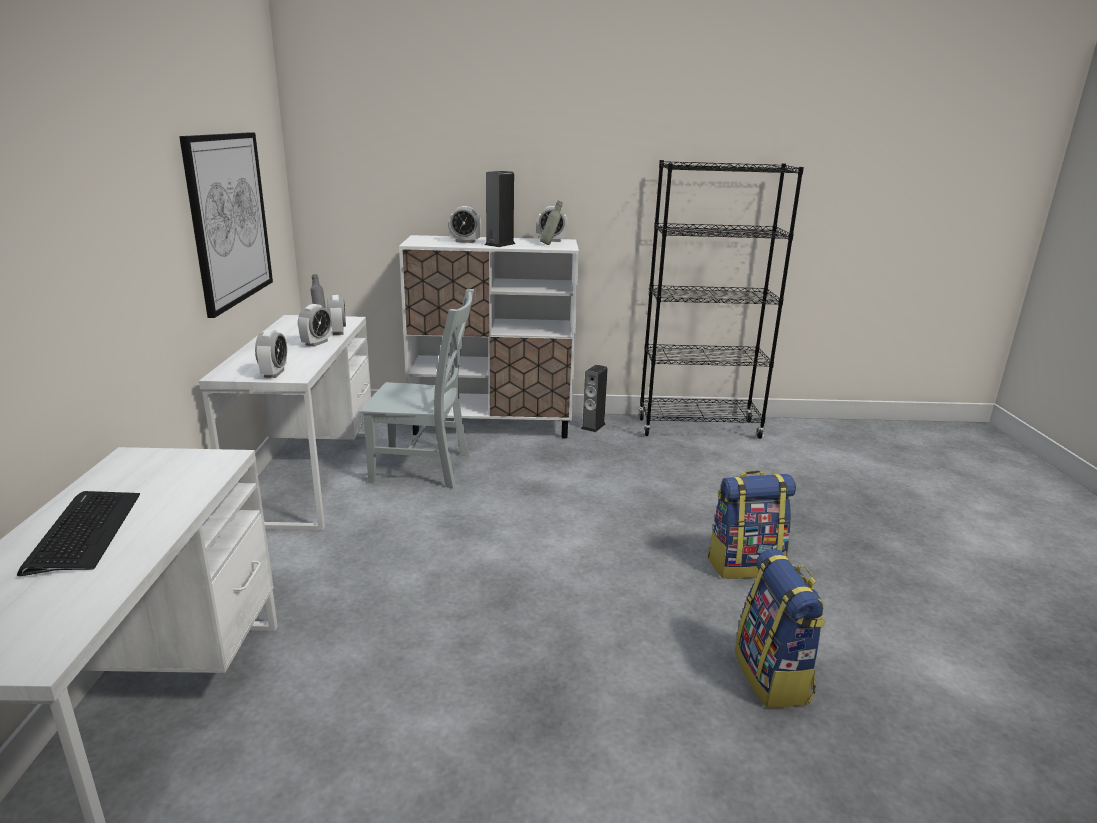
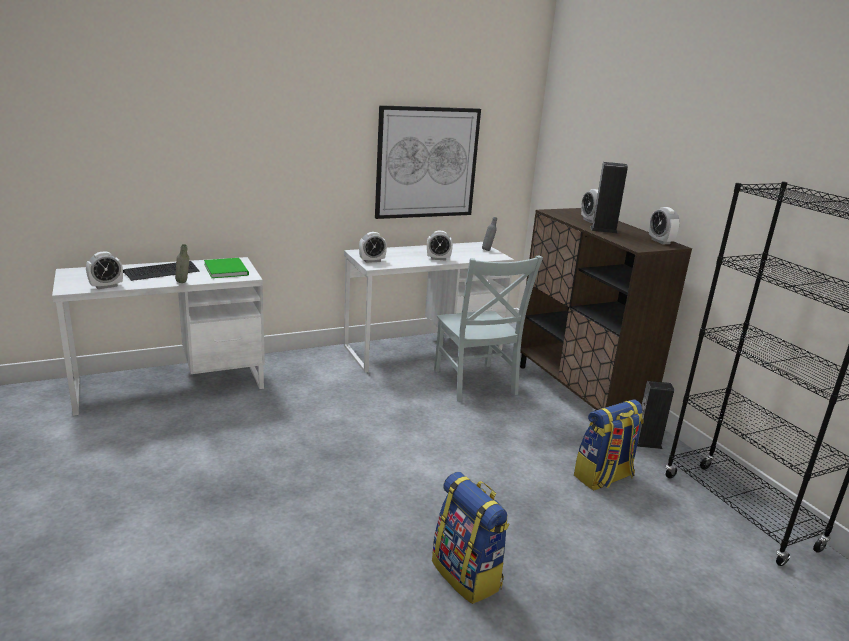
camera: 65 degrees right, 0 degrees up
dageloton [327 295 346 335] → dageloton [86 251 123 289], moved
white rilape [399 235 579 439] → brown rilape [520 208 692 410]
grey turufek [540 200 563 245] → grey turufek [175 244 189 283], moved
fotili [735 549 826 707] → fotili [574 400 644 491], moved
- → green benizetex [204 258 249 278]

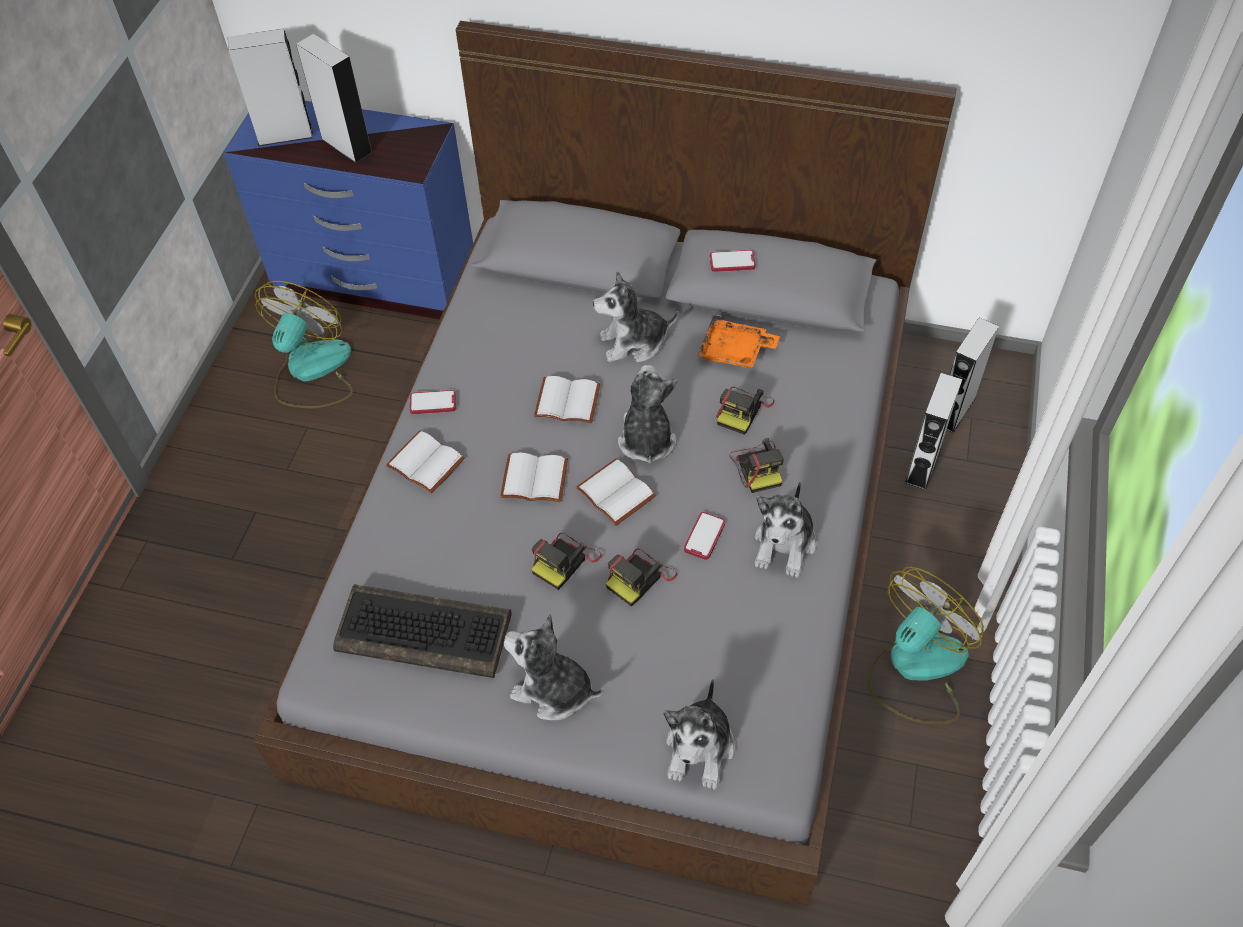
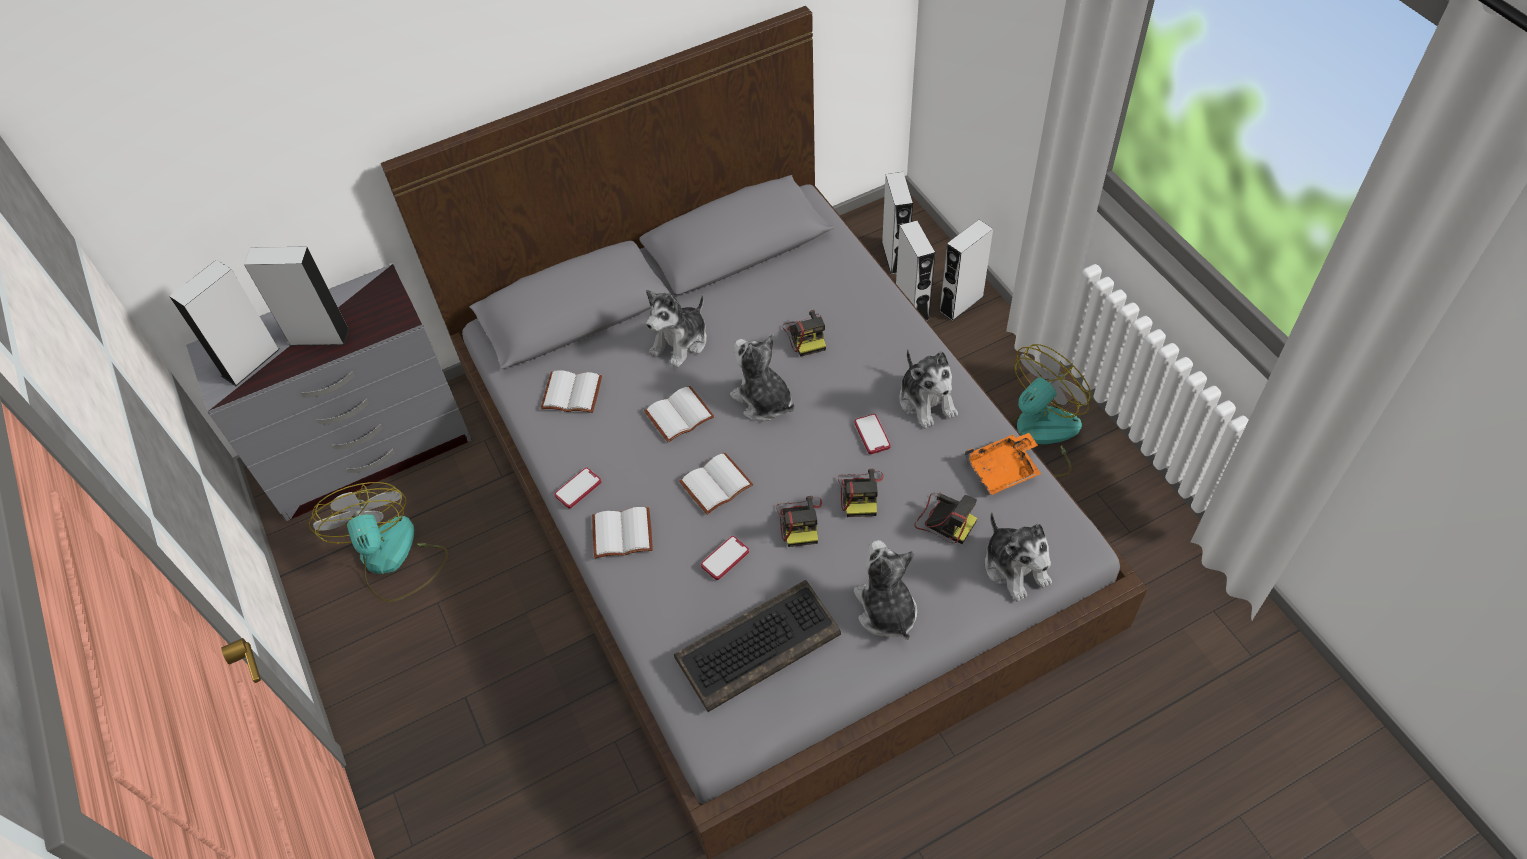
camera: 40 degrees left, 0 degrees up
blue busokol [224 101 473 319] → grey busokol [186 264 472 521]
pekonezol [504 614 604 720] → pekonezol [854 540 917 640], 90 degrees clockwise
white benizetex [576 458 656 526] → white benizetex [541 370 602 413], moved
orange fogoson [698 314 780 368] → orange fogoson [965 433 1041 495], moved
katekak [710 250 756 272] → katekak [701 536 749 580], moved
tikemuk [729 438 784 493] → tikemuk [914 492 978 544], moved
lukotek [868 567 984 724] → lukotek [1010 344 1091 477], 45 degrees clockwise
- → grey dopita [939 220 993 321]

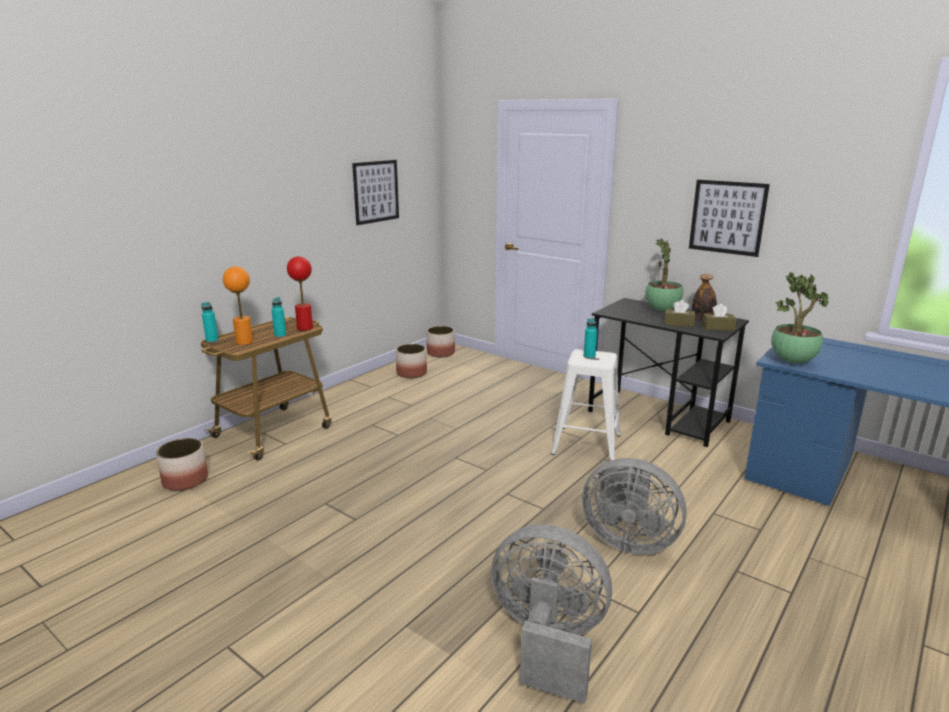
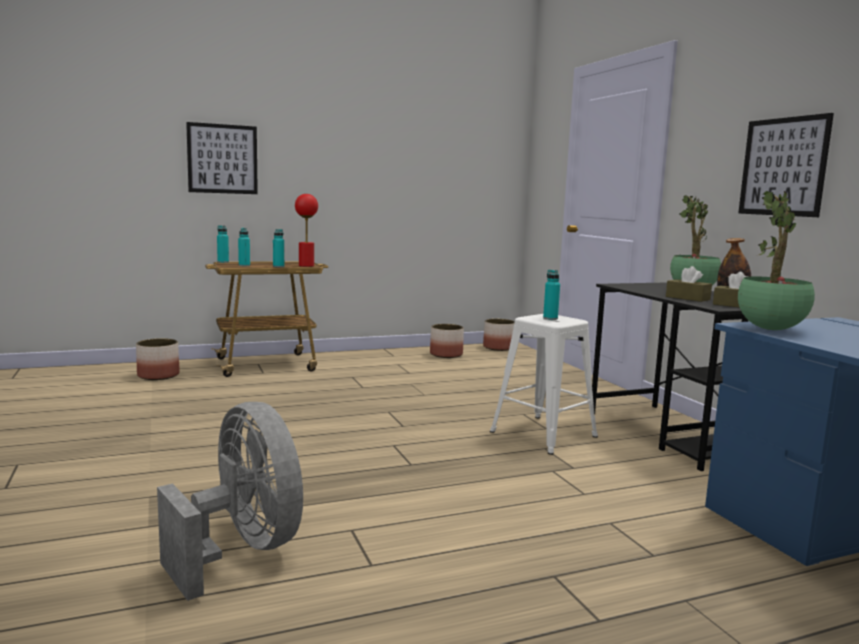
camera: 30 degrees right, 10 degrees down
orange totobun [223 266 253 345] → turquoise turufek [238 228 250 266]
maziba [352 160 399 225] → maziba [186 122 258 194], moved
grey lukotek [582 458 686 555] → -

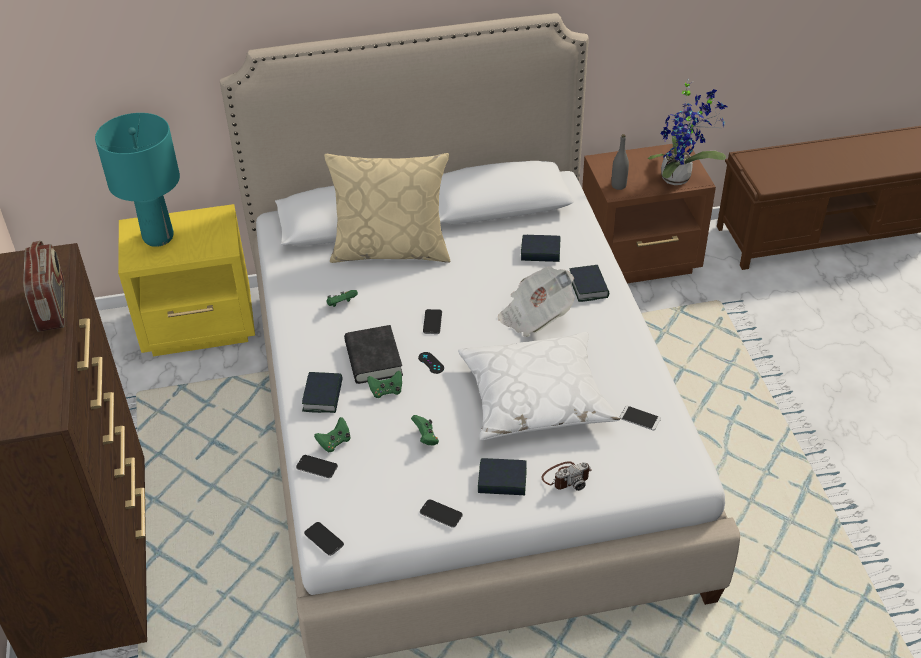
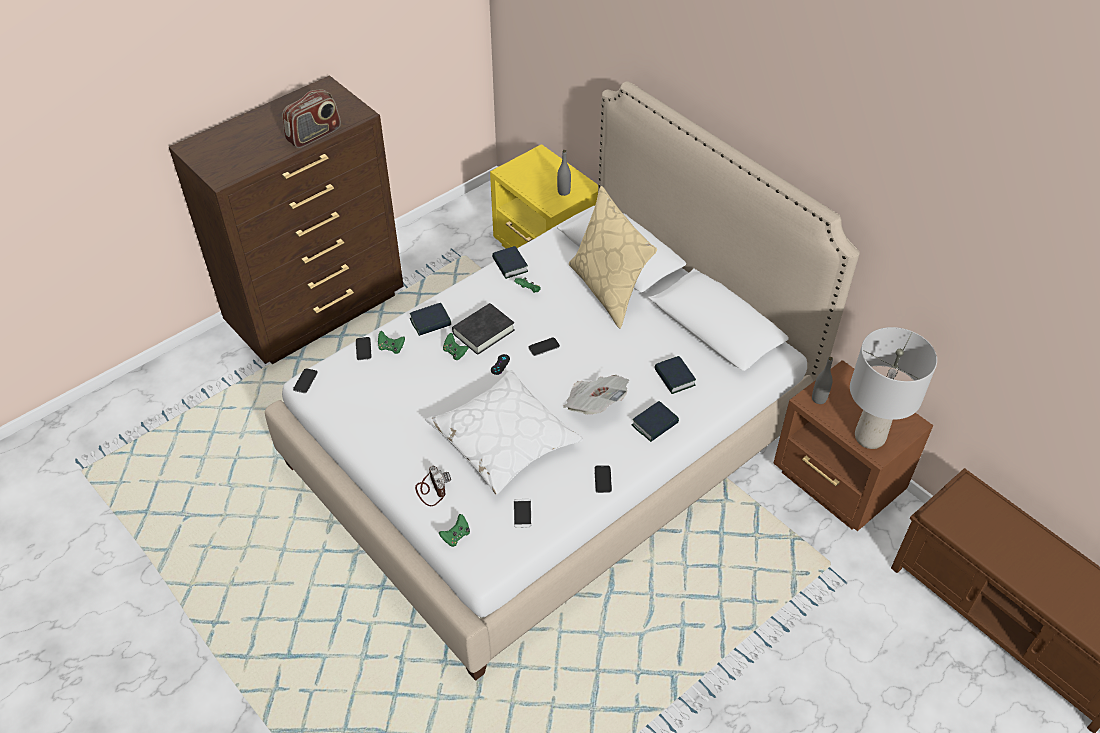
camera: 60 degrees right, 5 degrees up
turquoise totobun [95 113 180 247] → -
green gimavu [411 415 439 446] → green gimavu [439 514 470 547], moved
katekak [420 499 463 528] → katekak [594 465 612 493], moved
benizetex [478 458 527 495] → benizetex [492 246 528 279], moved
tikemuk [541 461 592 491] → tikemuk [415 466 451 506], 150 degrees counterclockwise
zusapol [648 78 727 185] → grey totobun [850 327 937 449]
- → grey turufek [557 150 571 196]

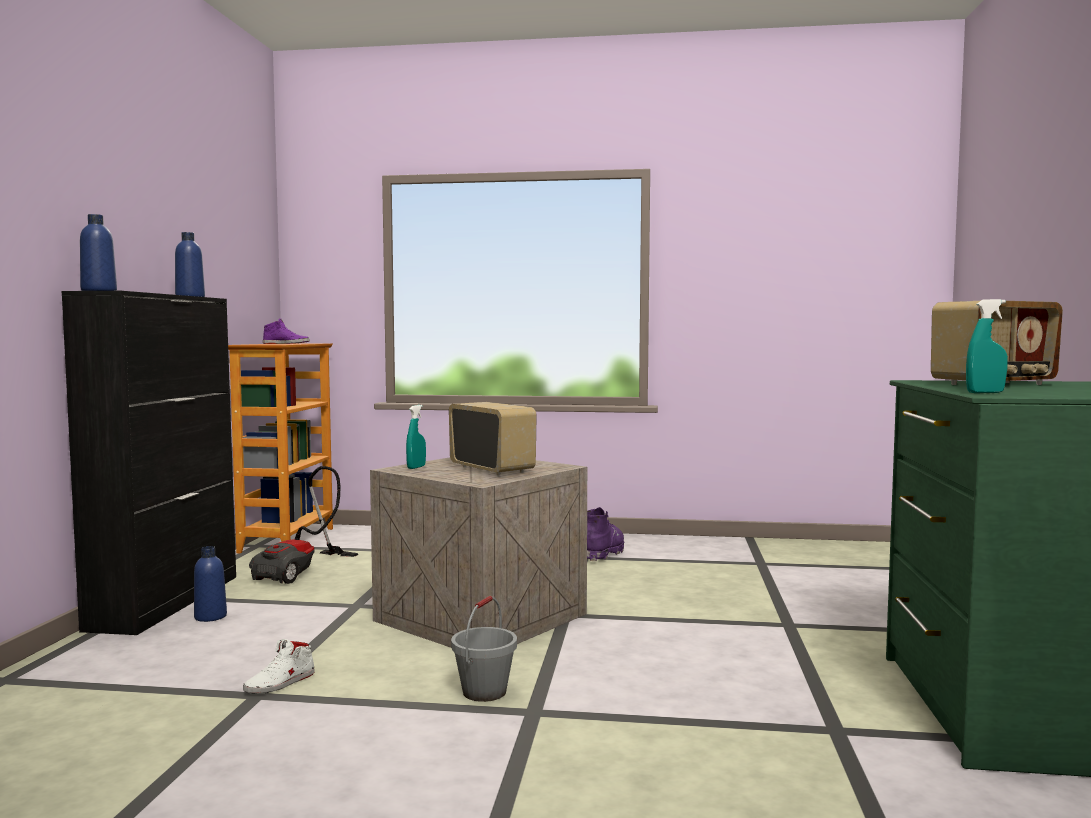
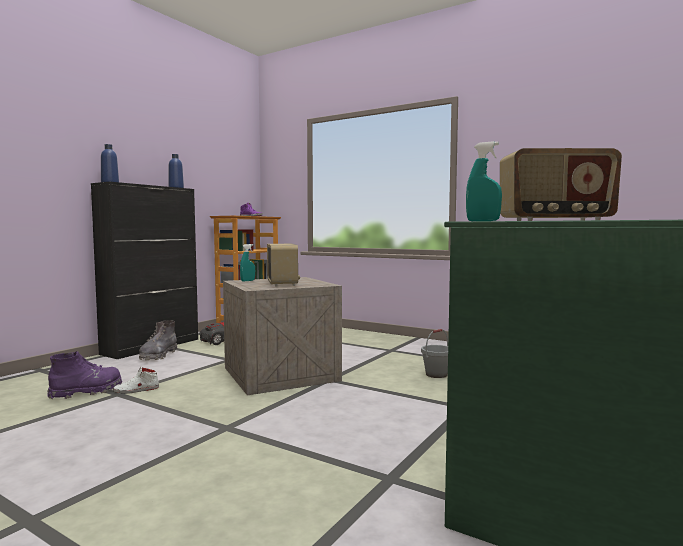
camera: 25 degrees right, 0 degrees up
blue turufek [194 546 227 622] → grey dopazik [139 320 177 361]
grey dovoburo [451 596 517 702] → grey dovoburo [421 329 448 378], moved
purple dopazik [587 507 625 561] → purple dopazik [47 351 122 399], moved

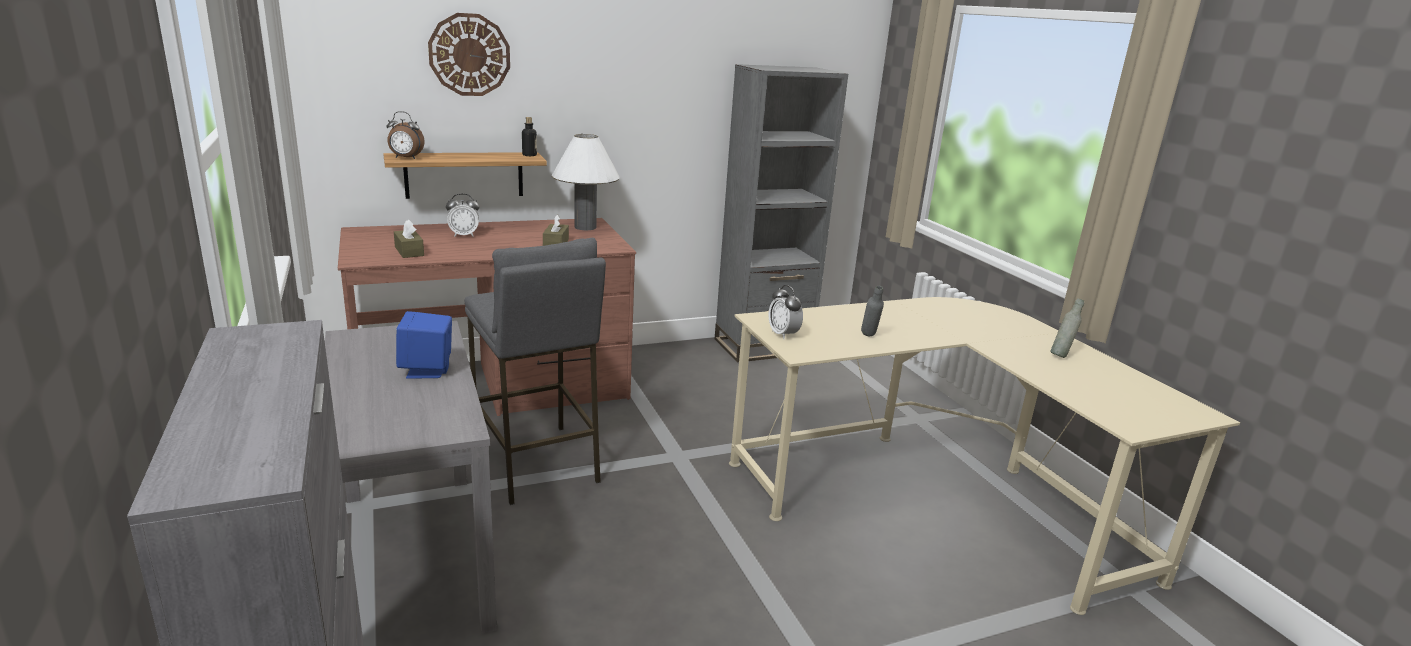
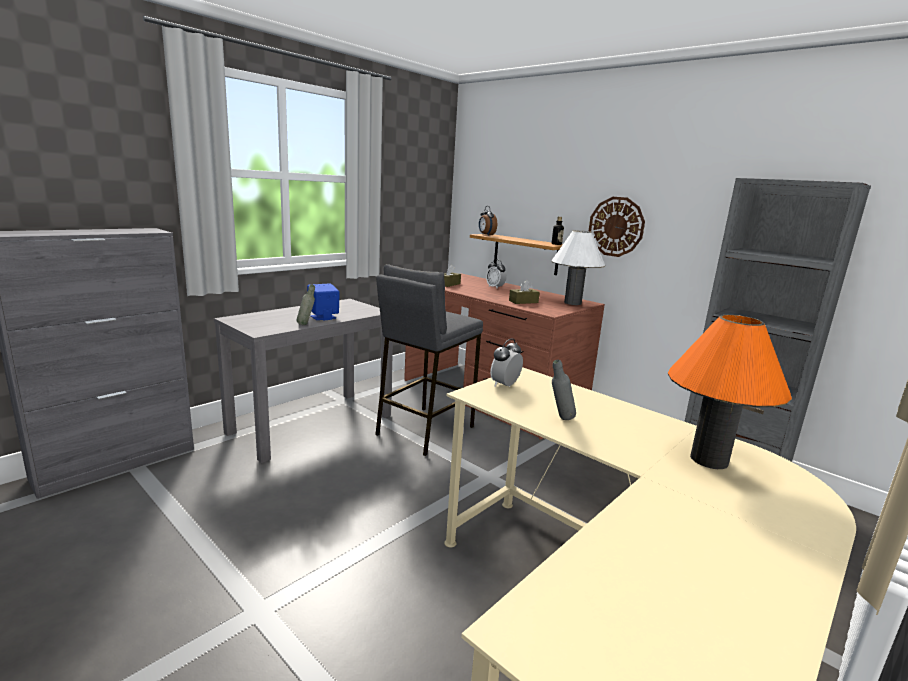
camera: 65 degrees right, 5 degrees down
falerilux [428 13 510 96] → falerilux [589 197 645 257], moved
grey turufek [1050 298 1084 358] → grey turufek [297 285 315 325], moved
- → orange totobun [668 315 792 469]

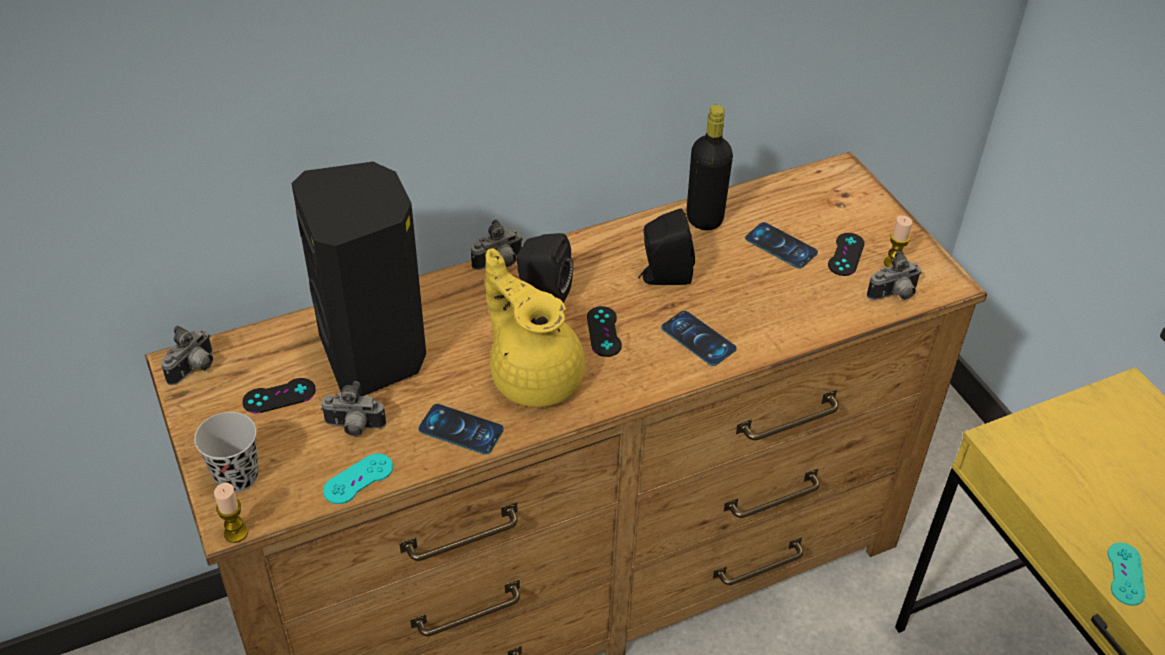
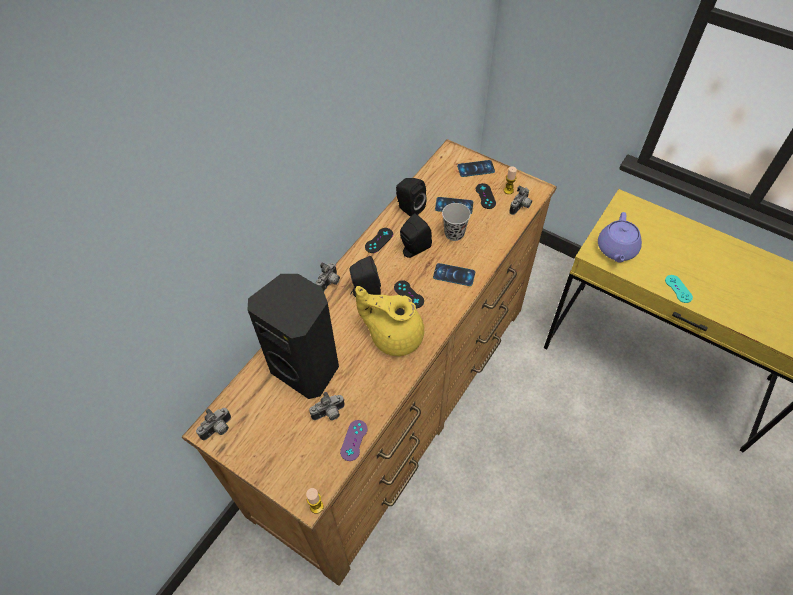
camera: 30 degrees left, 10 degrees up
tikemuk [161 326 213 385] → tikemuk [196 408 231 440], 45 degrees clockwise
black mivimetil [194 412 258 493] → black mivimetil [442 203 471 241], moved
black gimavu [242 378 316 414] → black gimavu [365 228 393 253], moved
turquoise gimavu [323 454 393 504] → purple gimavu [340 420 368 461]
katekak [418 404 504 455] → katekak [457 160 495 177], moved
black turufek [687 105 733 230] → black dopita [396 178 427 217]
- → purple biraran [598 212 642 263]

